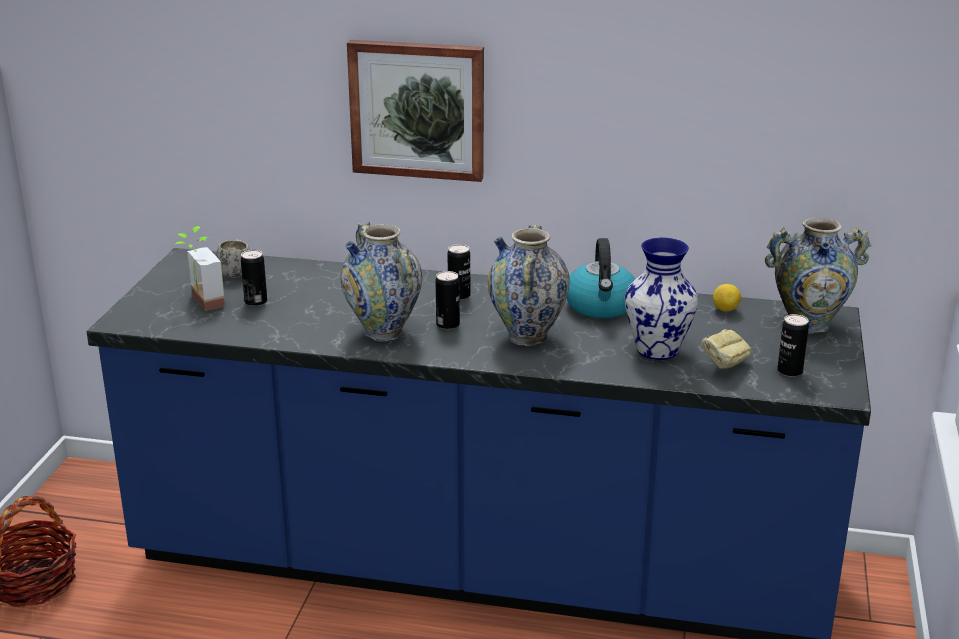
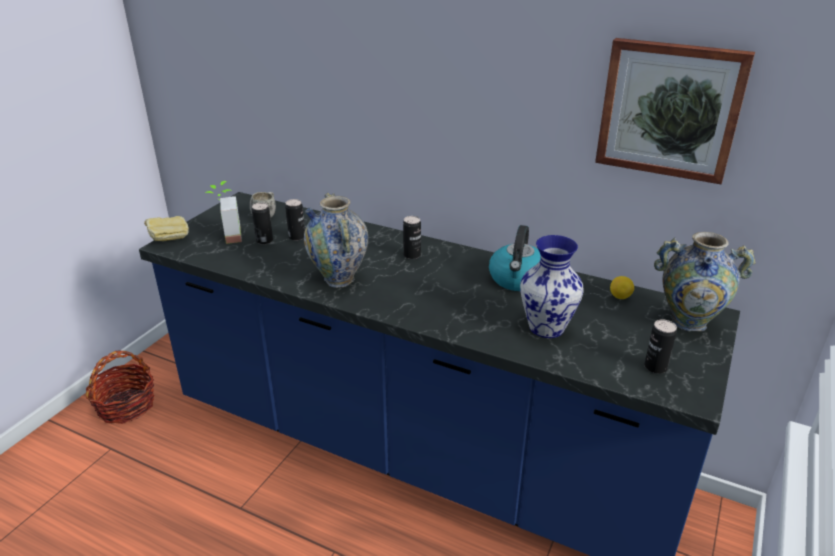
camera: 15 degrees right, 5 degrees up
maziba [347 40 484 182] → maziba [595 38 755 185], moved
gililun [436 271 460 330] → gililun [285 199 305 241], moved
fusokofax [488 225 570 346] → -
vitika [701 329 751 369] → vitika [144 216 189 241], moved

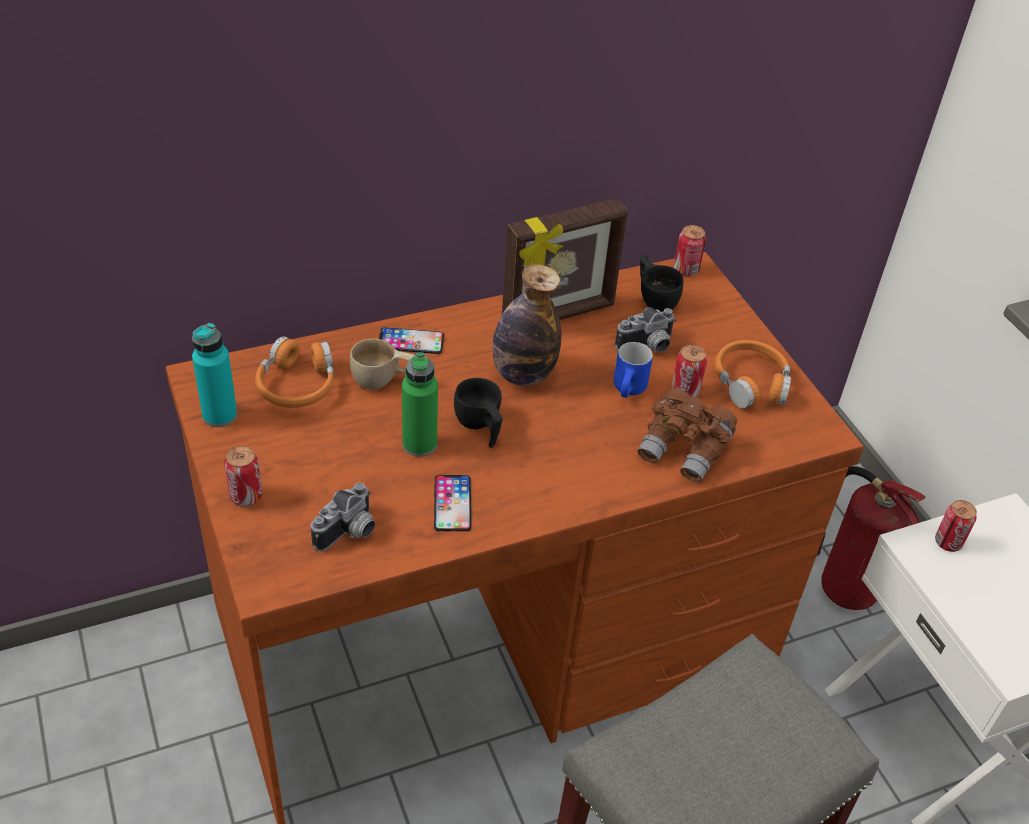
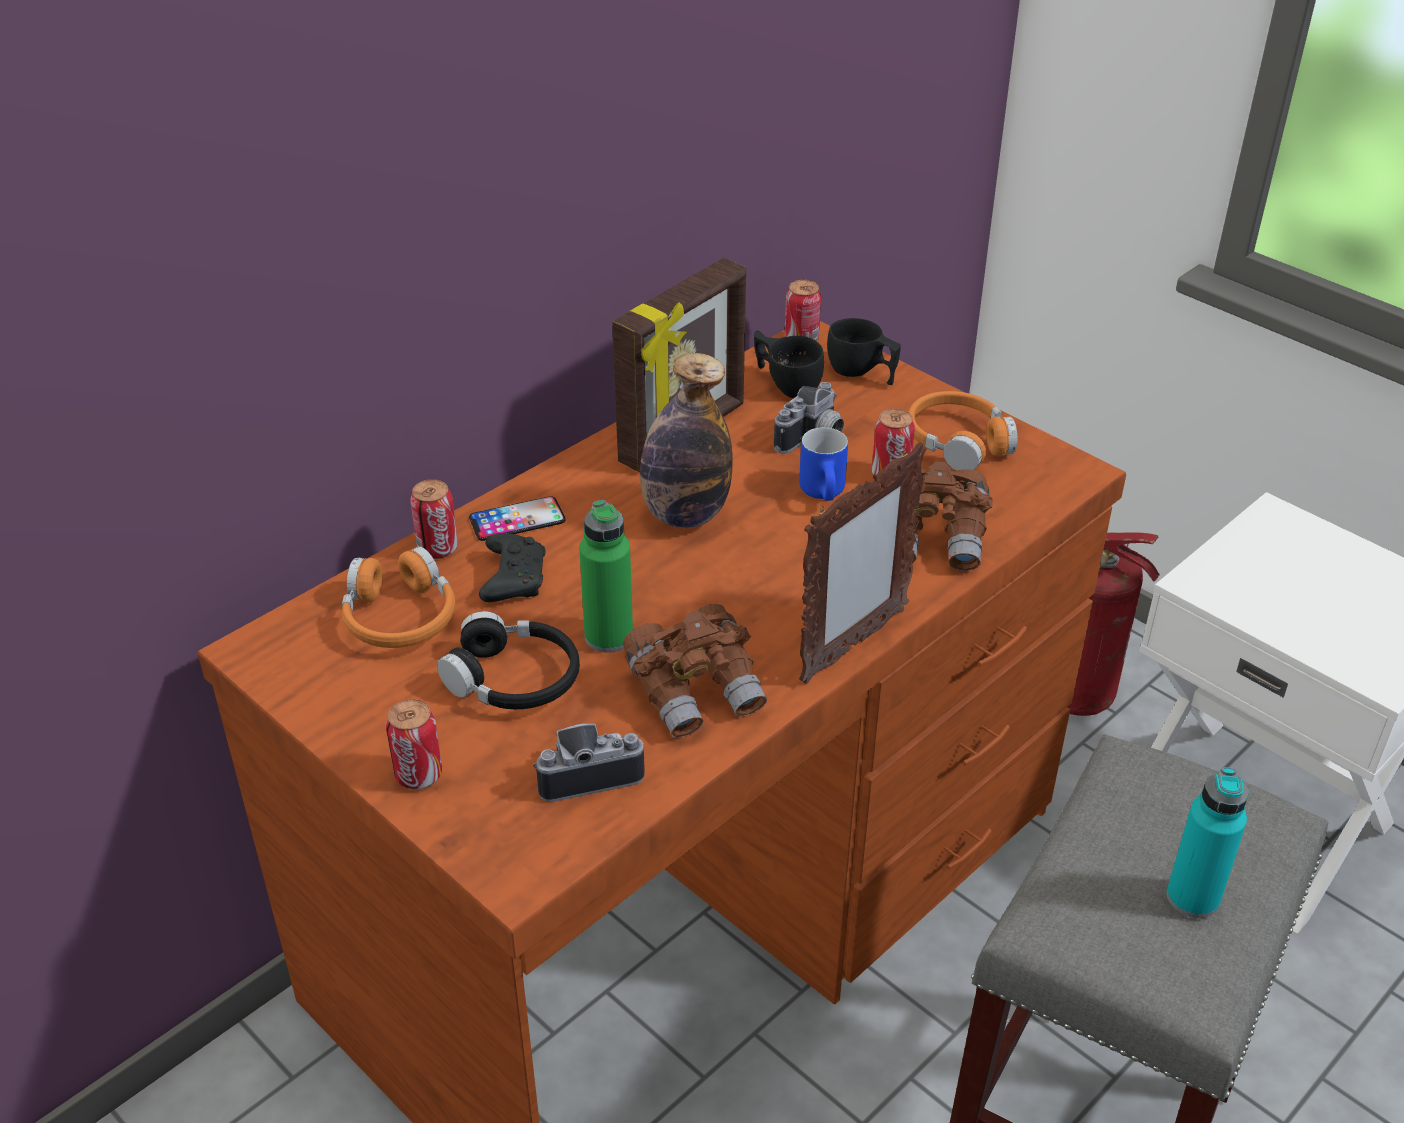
camera: 20 degrees left, 5 degrees down
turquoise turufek [192 323 237 427] → turquoise turufek [1167 767 1249 918], moved
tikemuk [311 482 375 552] → tikemuk [533 724 645 802], 120 degrees counterclockwise
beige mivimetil [350 339 414 390] → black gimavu [479 533 545 602]
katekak [434 475 471 531] → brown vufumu [623 604 767 738]
black mivimetil [454 378 503 448] → black mivimetil [827 318 901 385], moved
gililun [935 500 977 552] → gililun [410 479 458 559], moved
- → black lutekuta [437 611 580 709]
- → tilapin [799 442 927 684]

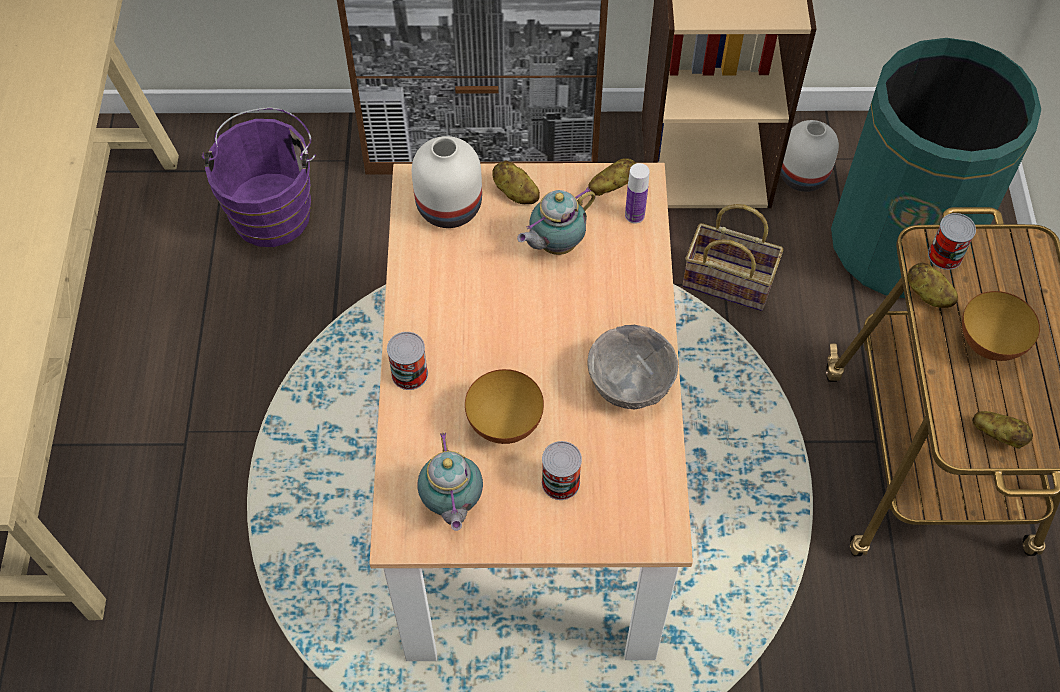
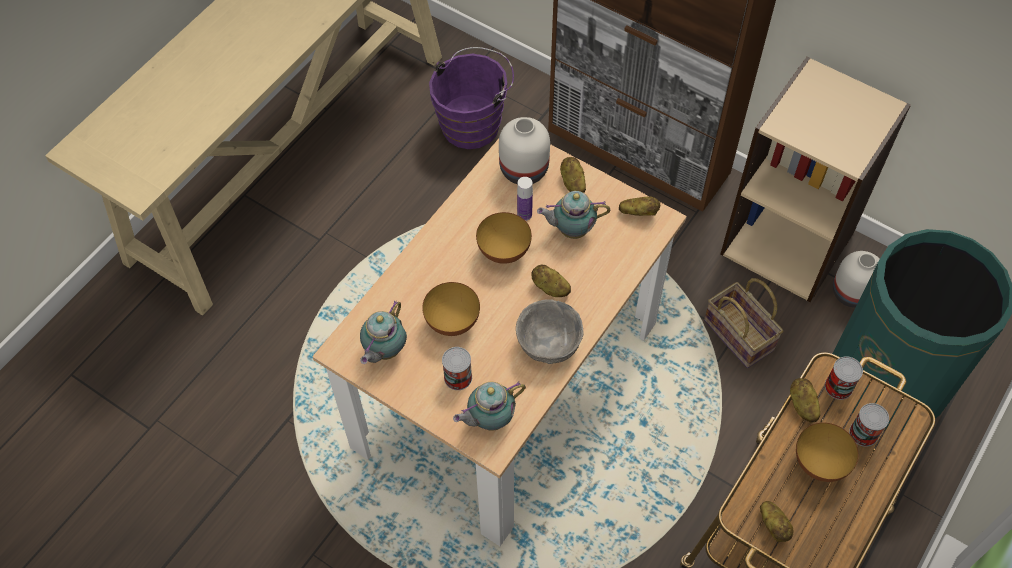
camera: 35 degrees right, 0 degrees up
gililun [387 332 428 390] → gililun [849 403 889 447], moved
turufek [625 163 650 224] → turufek [517 177 533 221], moved
- → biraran [453 381 526 431]
- → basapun [476 212 532 264]
- → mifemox [531 265 571 297]

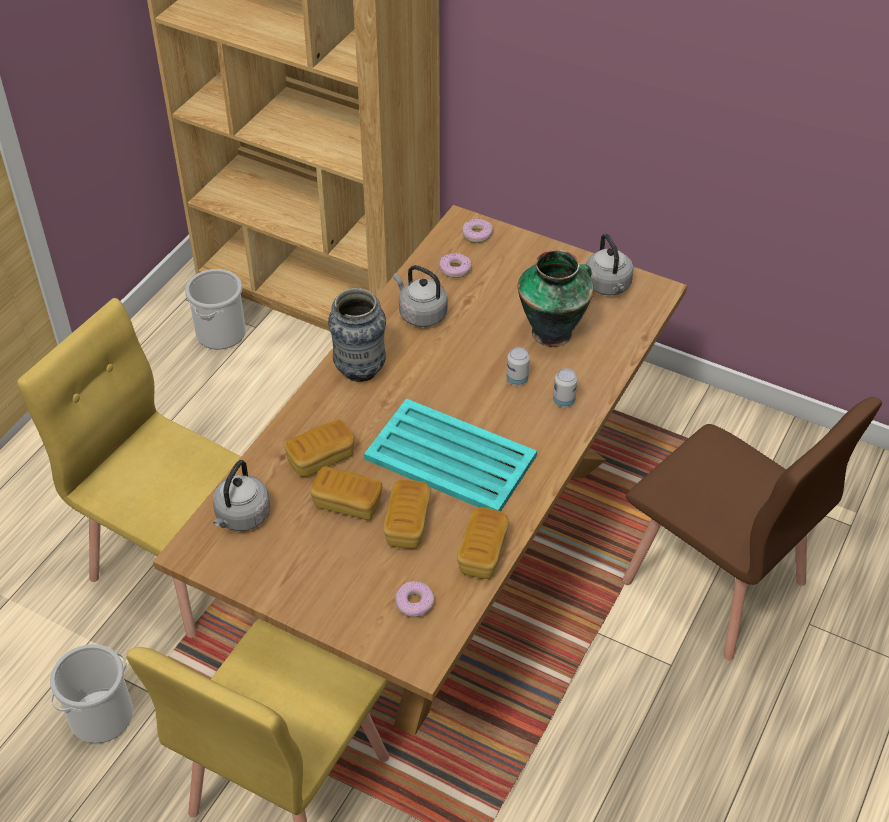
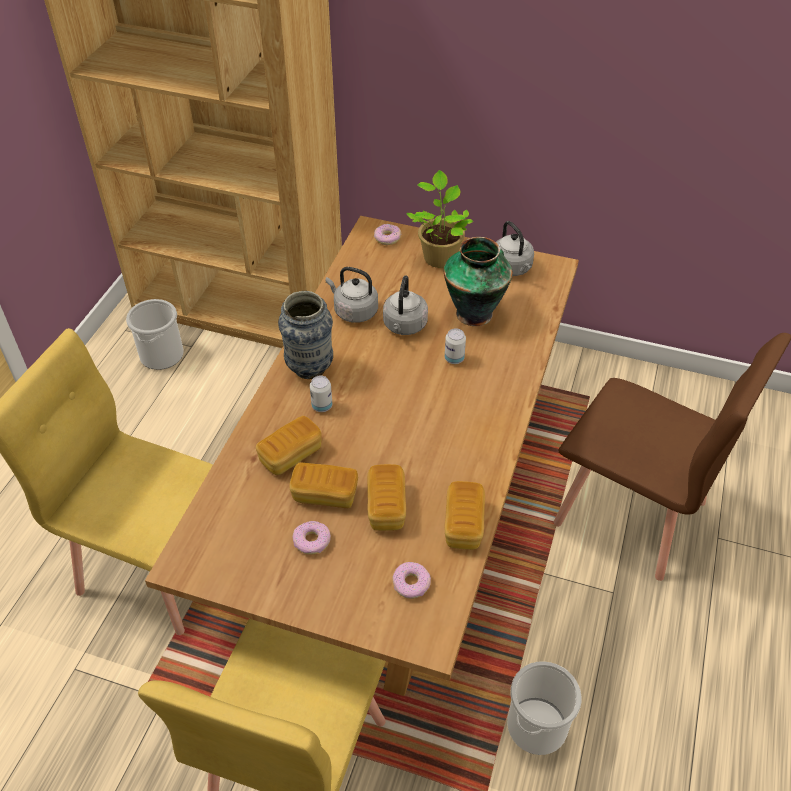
camera: 10 degrees left, 0 degrees up
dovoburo [50 644 133 743] → dovoburo [507 661 582 755], moved
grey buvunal [213 460 270 531] → grey buvunal [383 276 428 335], moved
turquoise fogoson [364 398 537 511] → -
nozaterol [439 253 472 278] → nozaterol [293 521 331 555], moved
gililun [553 368 577 407] → gililun [310 375 332 412], moved
- → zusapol [406 170 473 268]

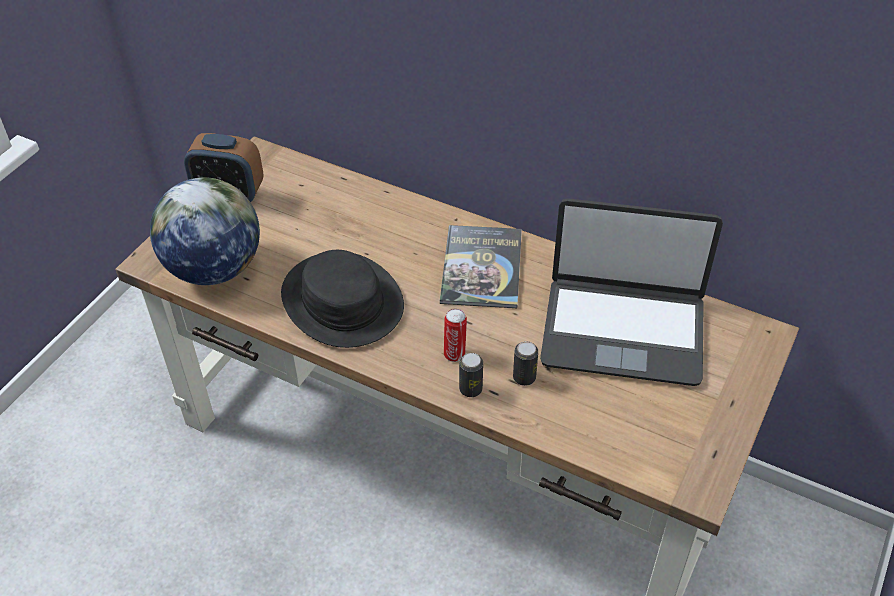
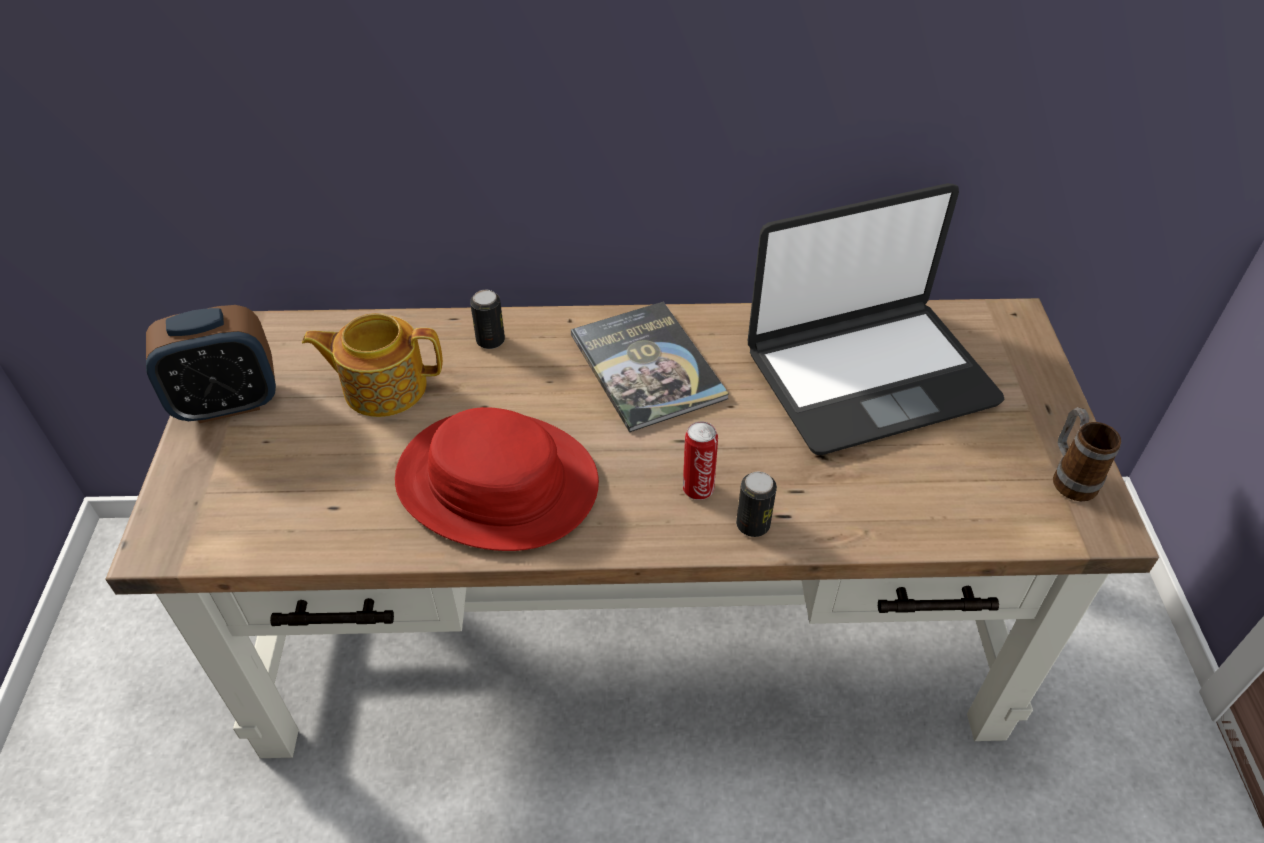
camera: 30 degrees left, 0 degrees up
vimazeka [150 177 260 285] → -
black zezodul [281 250 404 348] → red zezodul [395 407 599 551]
gililun [513 341 538 386] → gililun [470 290 505 349], moved
- → biraran [302 313 443 417]
- → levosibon [1053 407 1121 501]

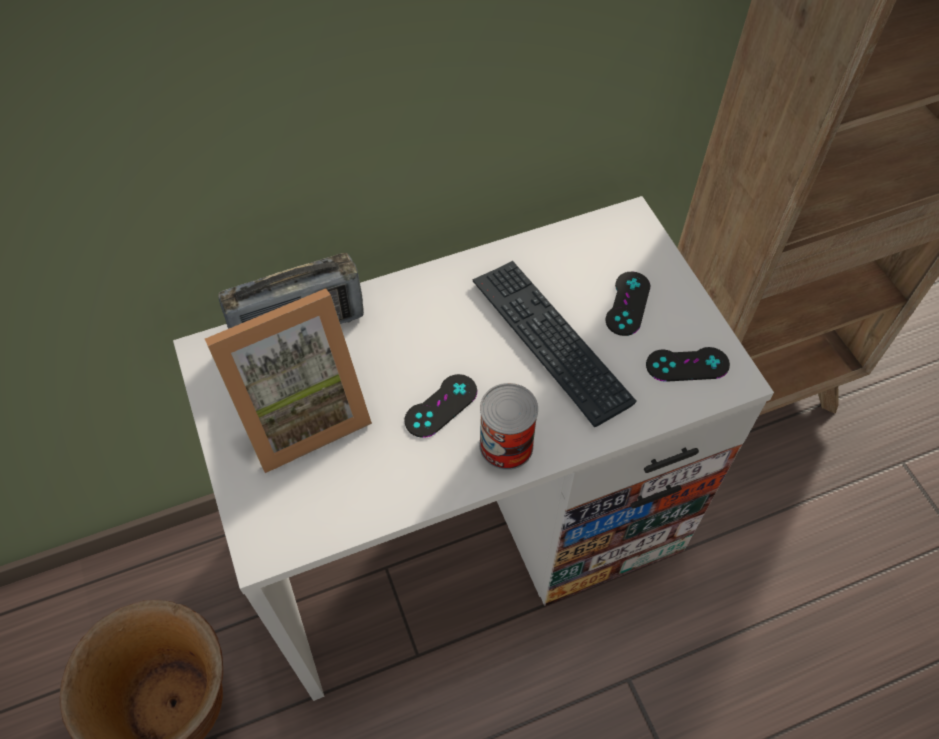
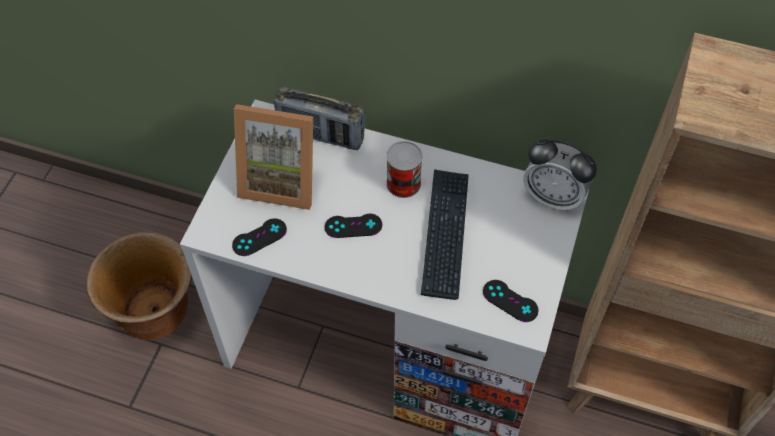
camera: 40 degrees right, 0 degrees up
gililun [479 383 538 470] → gililun [386 141 422 198], moved
black gimavu [606 272 650 336] → black gimavu [232 218 287 256], moved
- → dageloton [523 139 597 212]

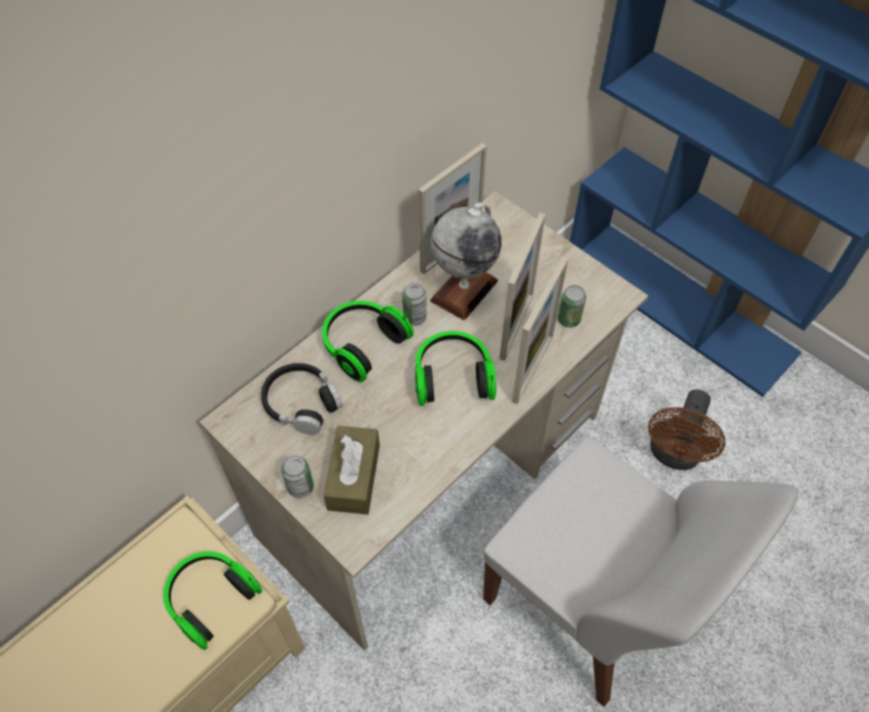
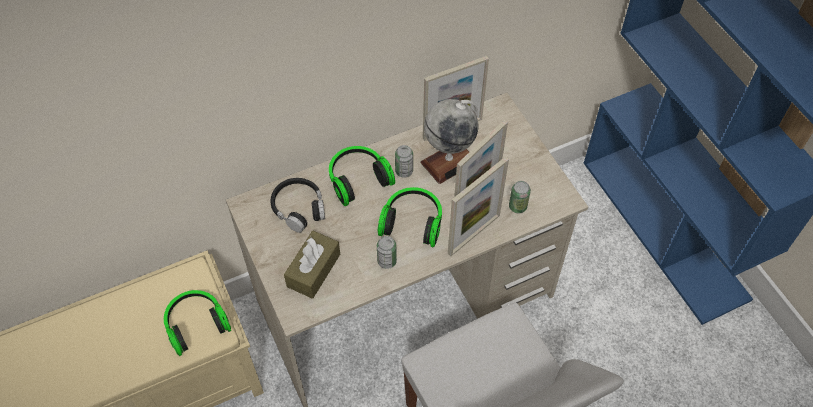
camera: 20 degrees right, 0 degrees up
gililun [281 455 314 498] → gililun [377 236 397 269], moved
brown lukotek [648 389 725 470] → -

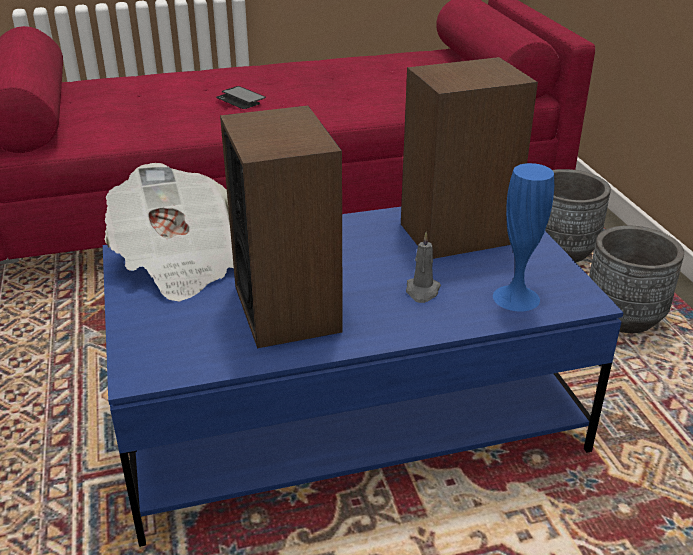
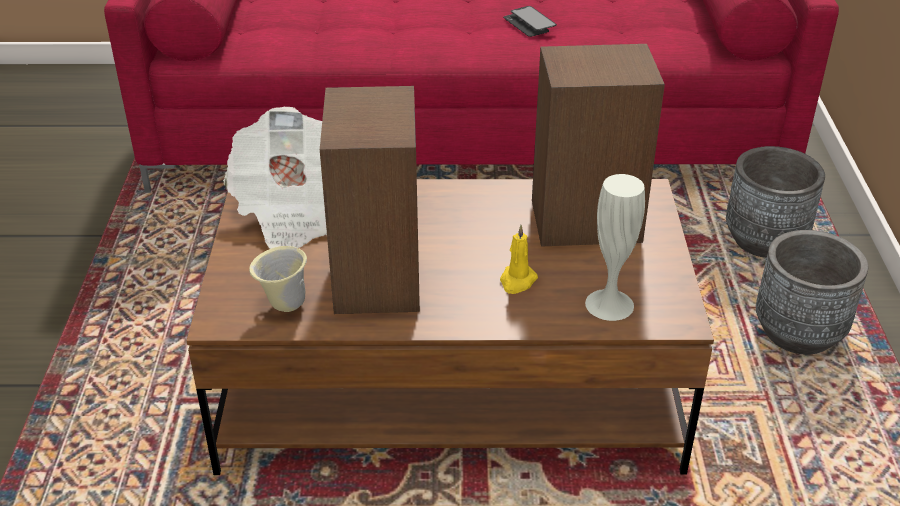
camera: 15 degrees right, 5 degrees up
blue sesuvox [103 207 624 547] → brown sesuvox [187 179 714 475]
katekak [216 86 266 109] → katekak [503 6 557 37], moved
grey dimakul [406 232 441 303] → yellow dimakul [500 225 538 294]
blue fusokofax [493 163 554 312] → white fusokofax [585 174 645 321]
- → beige levosibon [249 246 307 312]

